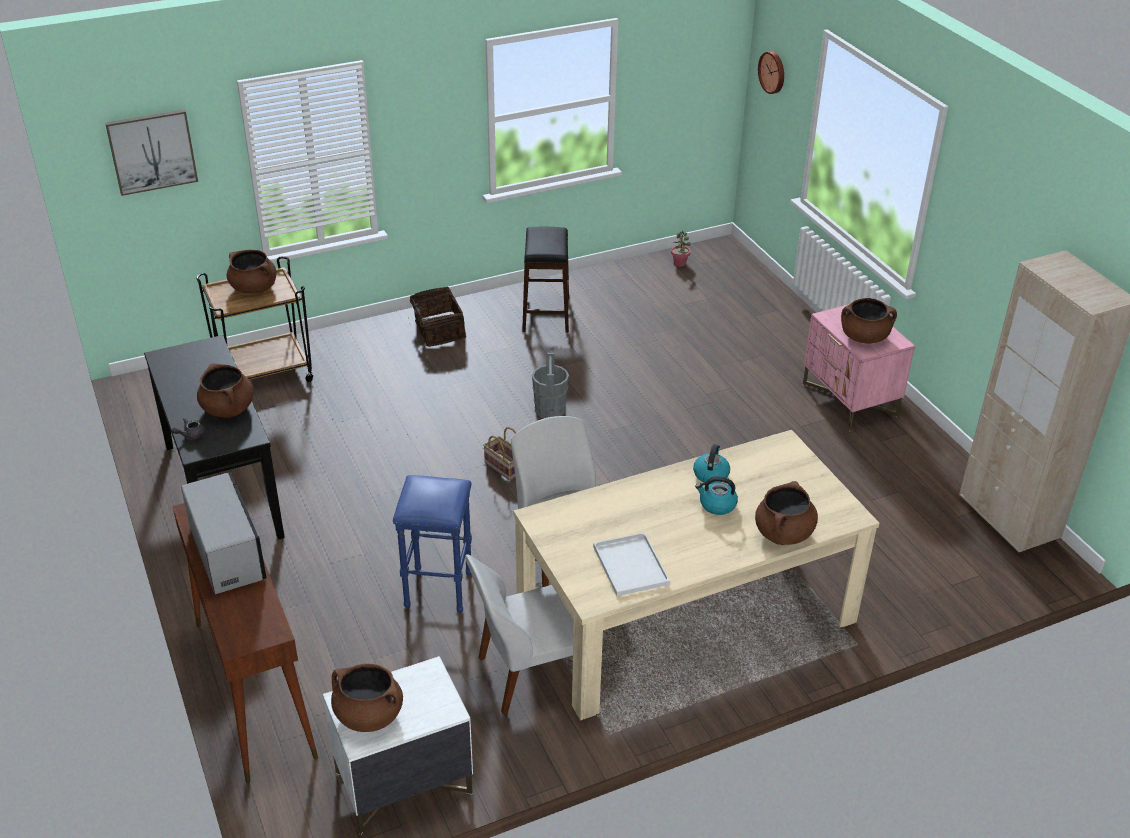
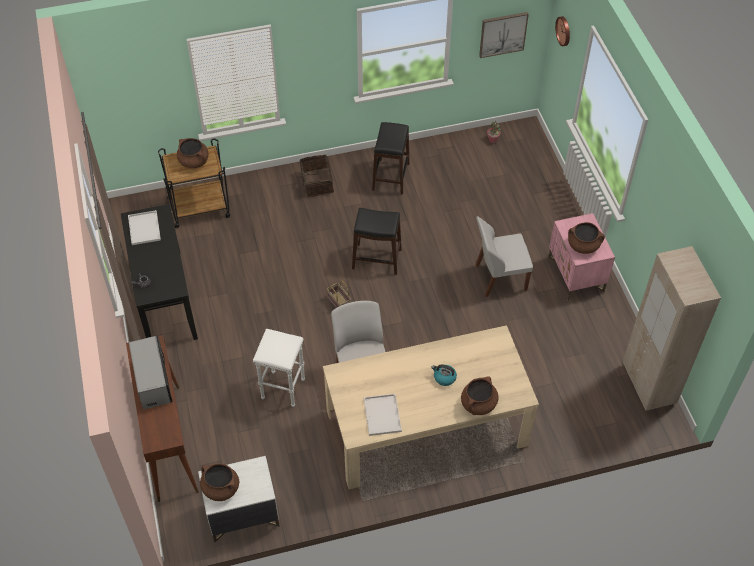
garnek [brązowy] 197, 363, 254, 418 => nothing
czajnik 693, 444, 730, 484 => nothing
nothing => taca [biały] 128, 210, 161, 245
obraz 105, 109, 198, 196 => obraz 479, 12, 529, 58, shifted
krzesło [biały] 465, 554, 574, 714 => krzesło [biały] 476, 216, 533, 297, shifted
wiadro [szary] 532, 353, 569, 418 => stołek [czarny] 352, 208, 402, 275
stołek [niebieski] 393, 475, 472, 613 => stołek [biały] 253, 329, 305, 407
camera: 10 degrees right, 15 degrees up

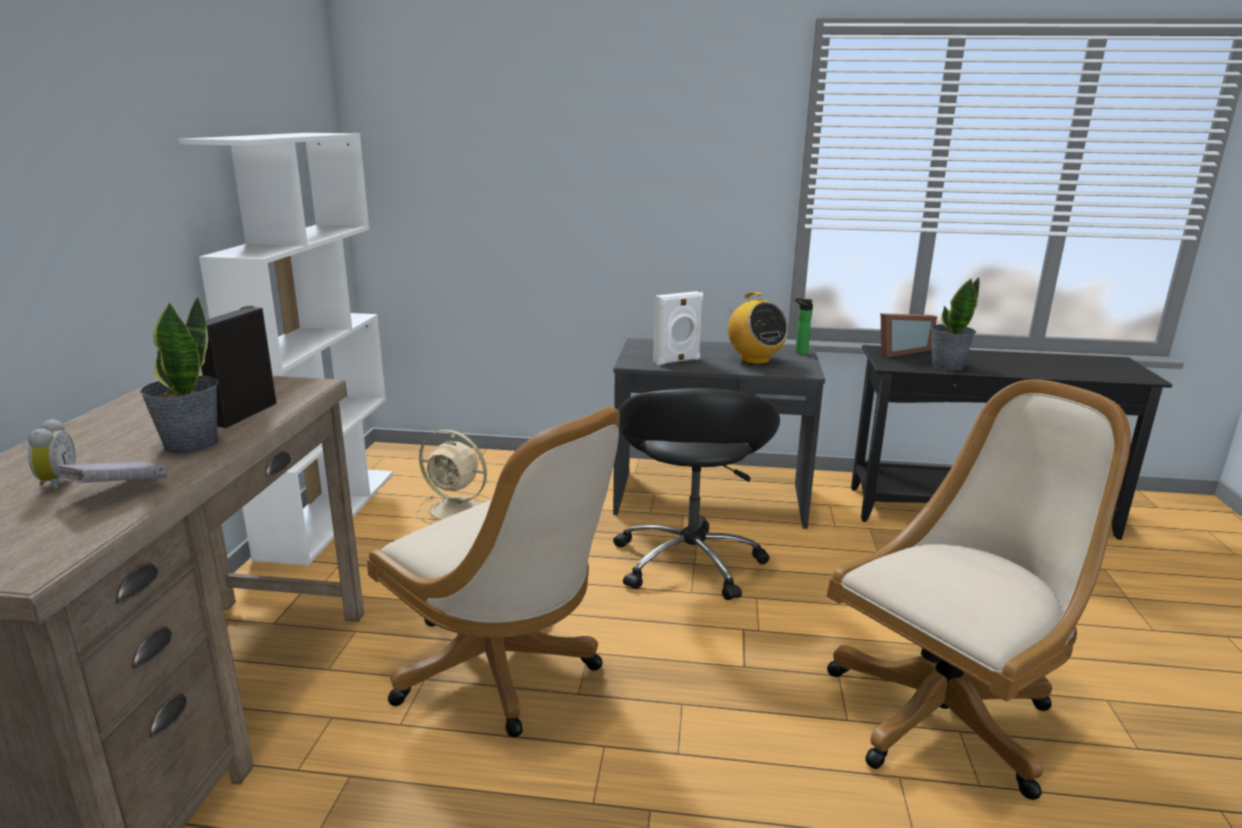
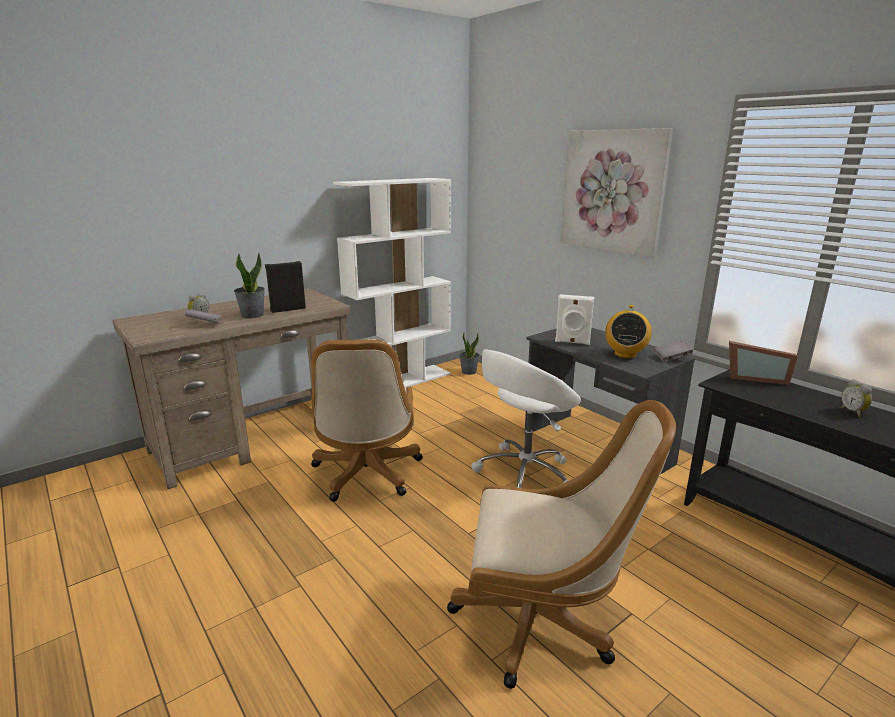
wentylator [beżowy] 417, 429, 491, 524 => nothing
nothing => obraz 561, 128, 673, 258
nothing => budzik 841, 379, 872, 417
roślina doniczkowa 931, 277, 980, 370 => roślina doniczkowa 459, 333, 480, 375, shifted
butelka 795, 298, 813, 354 => książka [szary] 655, 340, 694, 362
krzesło biurowe [czarny] 613, 388, 780, 600 => krzesło biurowe [biały] 471, 349, 581, 488
camera: 45 degrees right, 0 degrees up

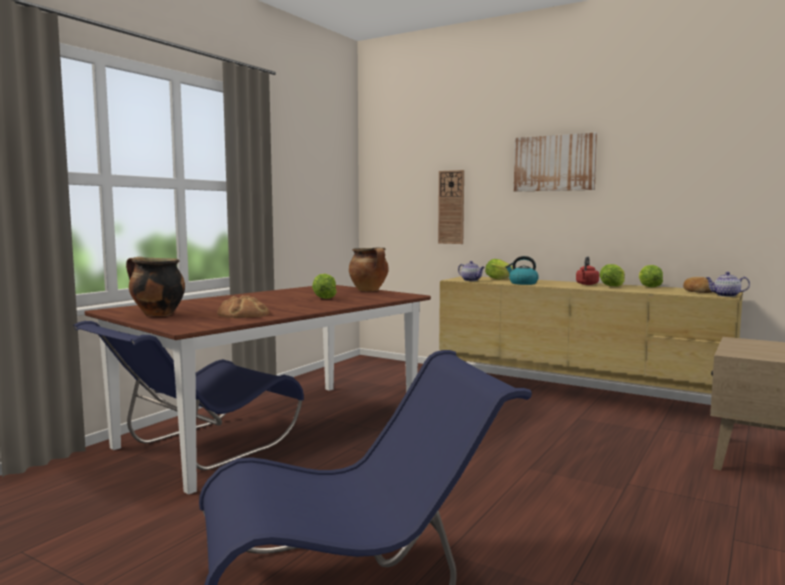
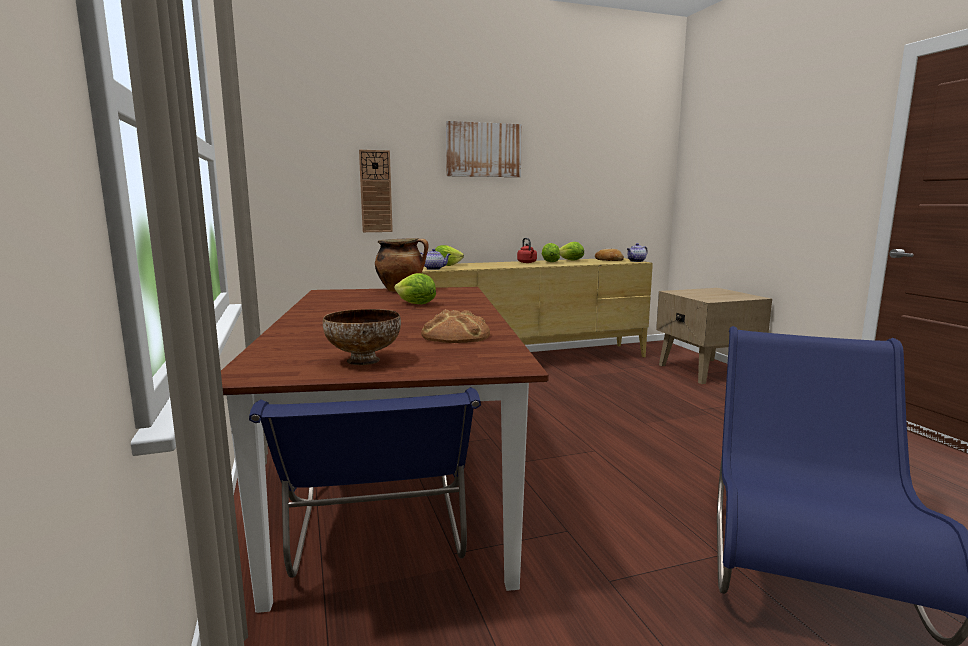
czajnik 505, 256, 539, 285 => nothing
garnek 126, 257, 185, 316 => miska 323, 309, 401, 365
camera: 50 degrees left, 5 degrees up

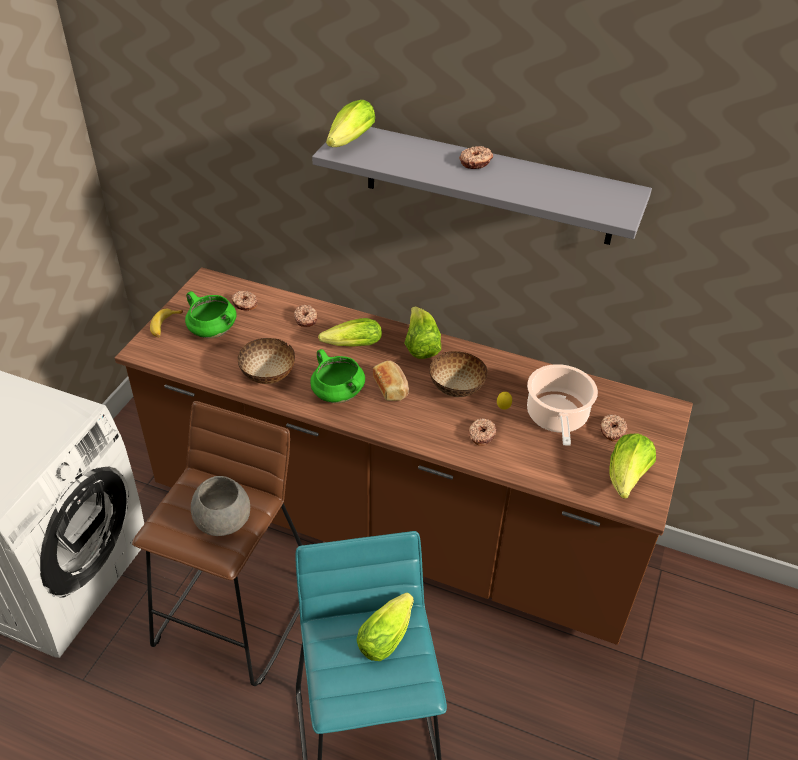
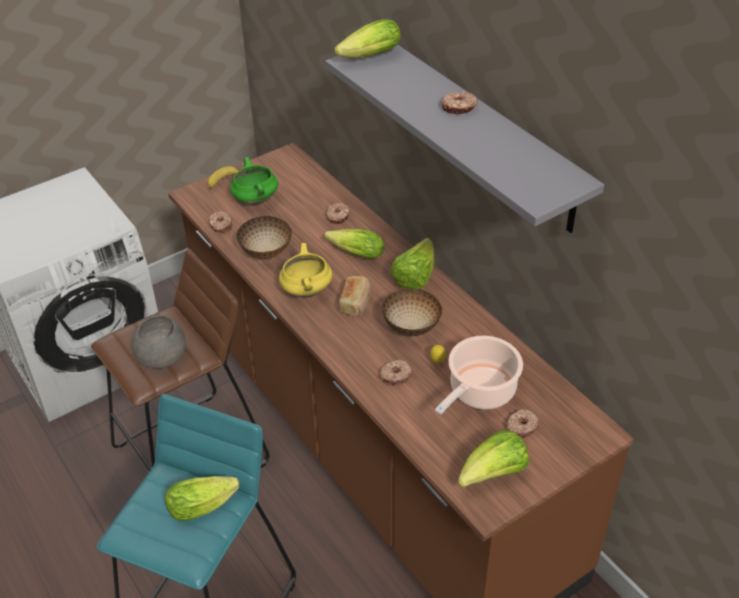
donut 231, 291, 257, 311 => donut 209, 211, 232, 233, shifted
garnek [zielony] 310, 349, 365, 403 => garnek [żółty] 279, 243, 333, 298
camera: 35 degrees right, 0 degrees up

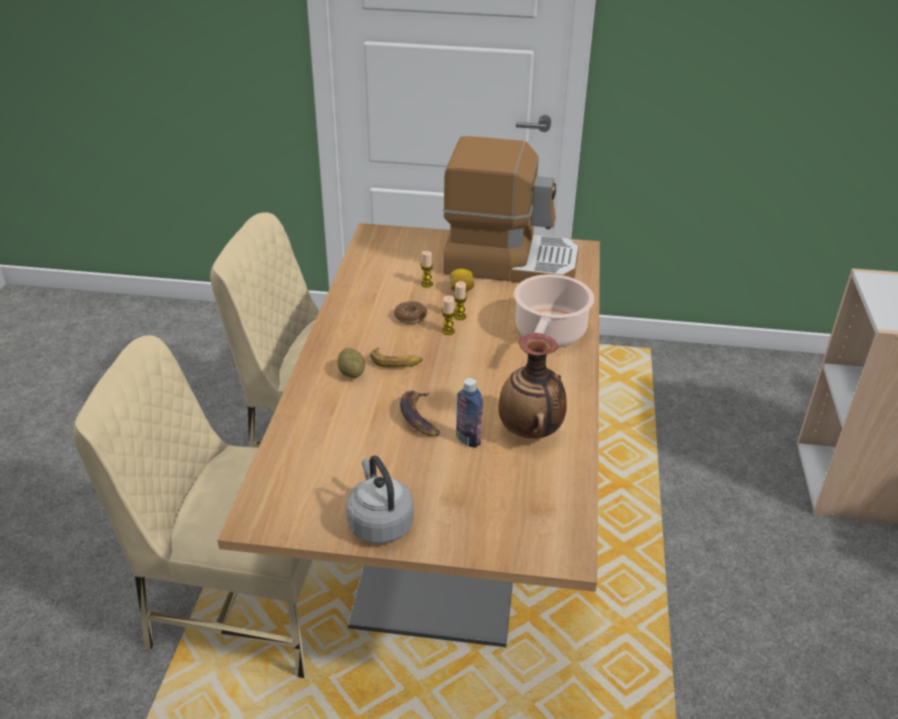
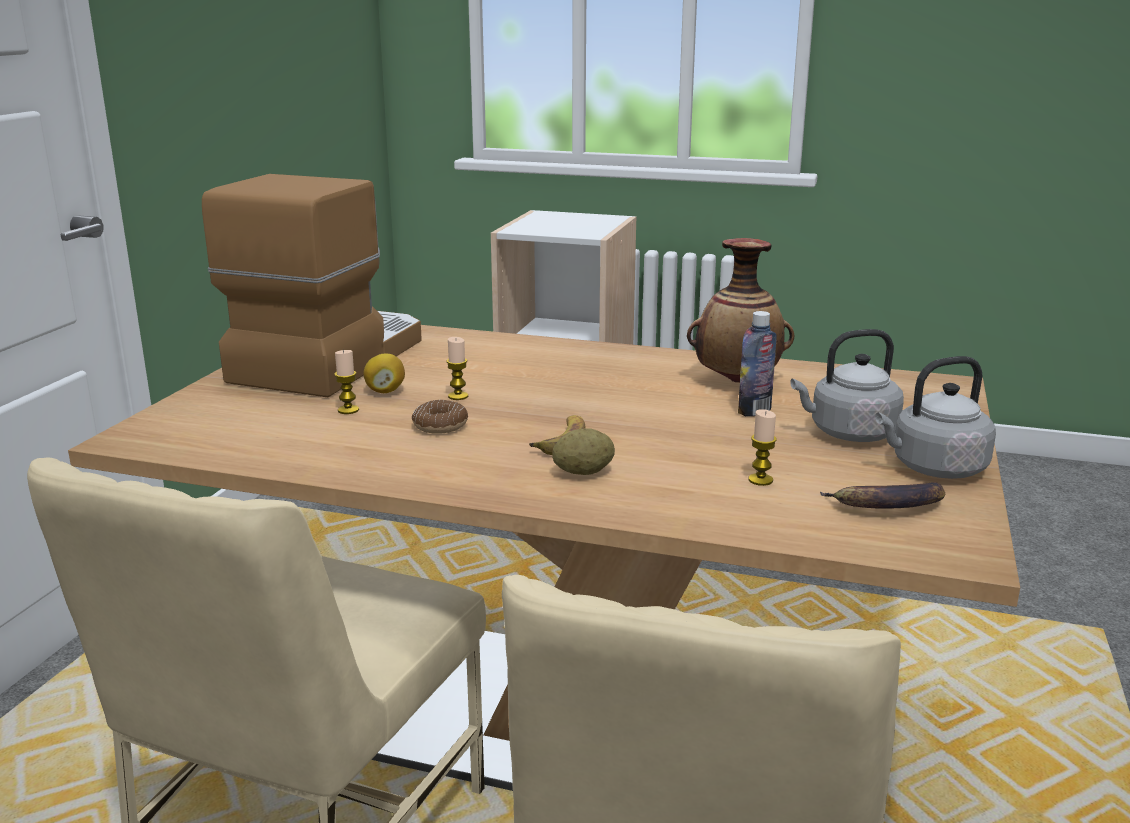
garnek 514, 274, 594, 346 => nothing
nothing => czajnik [szary] 790, 329, 904, 442
banan 400, 390, 440, 436 => banan 820, 482, 945, 509, shifted
świeca 442, 296, 455, 335 => świeca 748, 409, 777, 486, shifted
camera: 80 degrees left, 15 degrees down

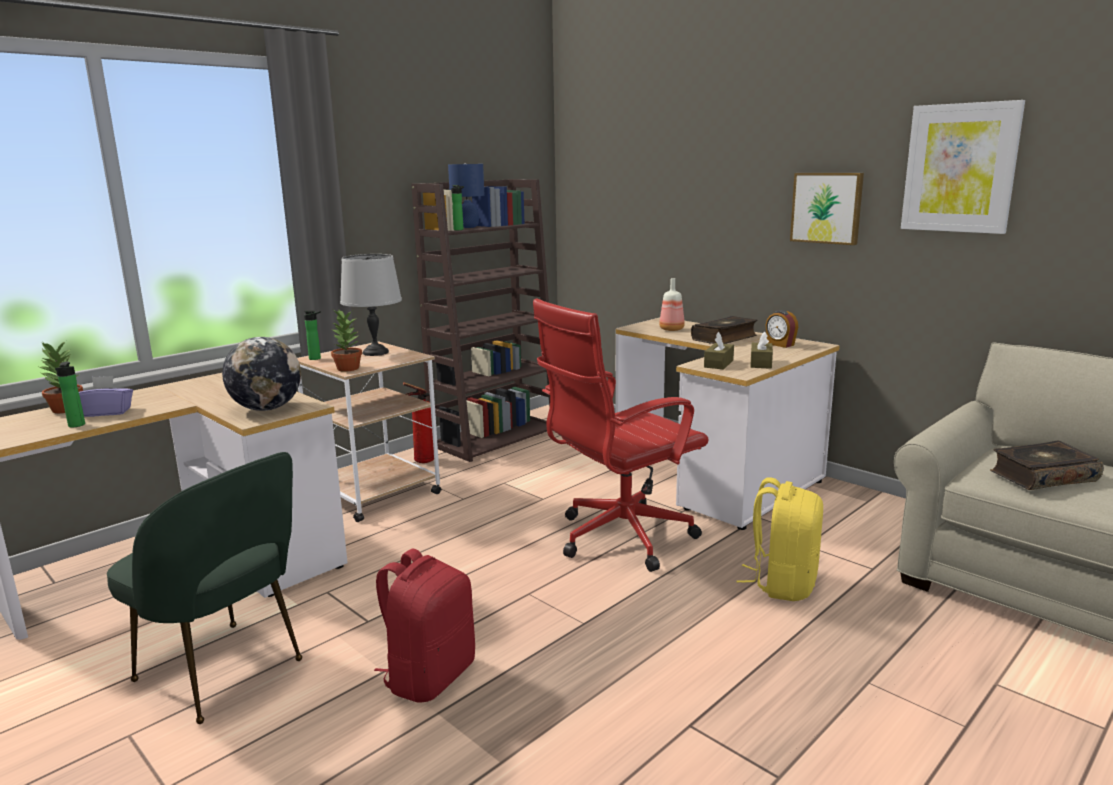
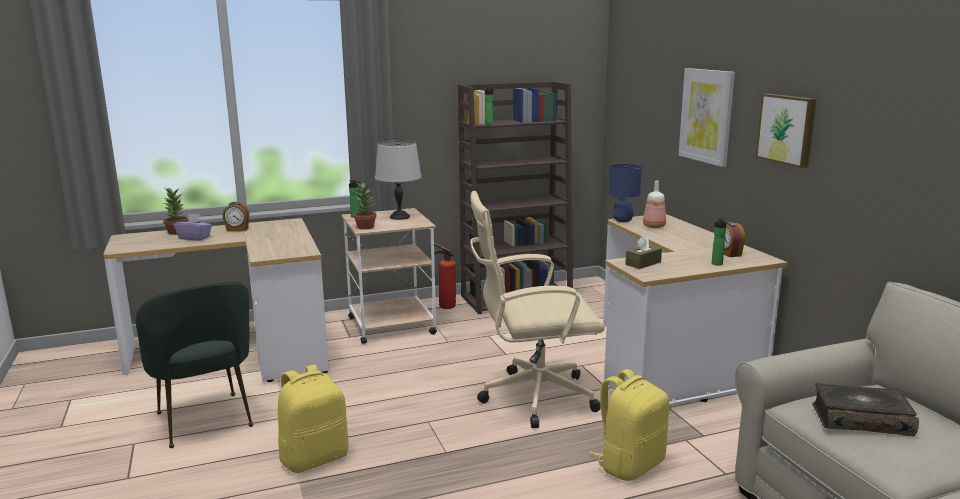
globus 222, 337, 301, 411 => nothing
książka 691, 316, 757, 344 => nothing
pudełko chusteczek [brązowy] 750, 331, 773, 369 => nothing
nothing => budzik 222, 202, 249, 232
butelka 55, 362, 85, 427 => butelka 712, 218, 727, 265, shifted
lampa stołowa [niebieski] 448, 163, 485, 228 => lampa stołowa [niebieski] 609, 164, 642, 222, shifted
obraz 901, 100, 1025, 234 => obraz 679, 68, 735, 167, shifted
plecak [czerwony] 374, 548, 475, 702 => plecak [żółty] 278, 364, 348, 473
krzesło biurowe [czerwony] 533, 299, 709, 572 => krzesło biurowe [beżowy] 470, 191, 605, 428
camera: 25 degrees right, 0 degrees up

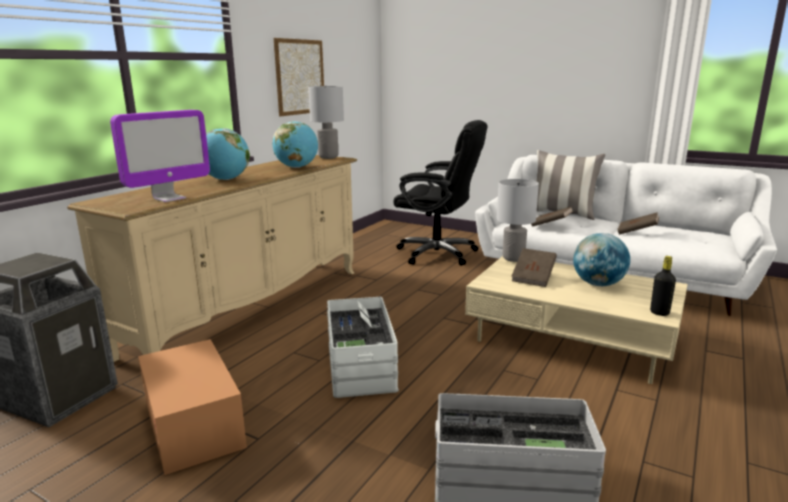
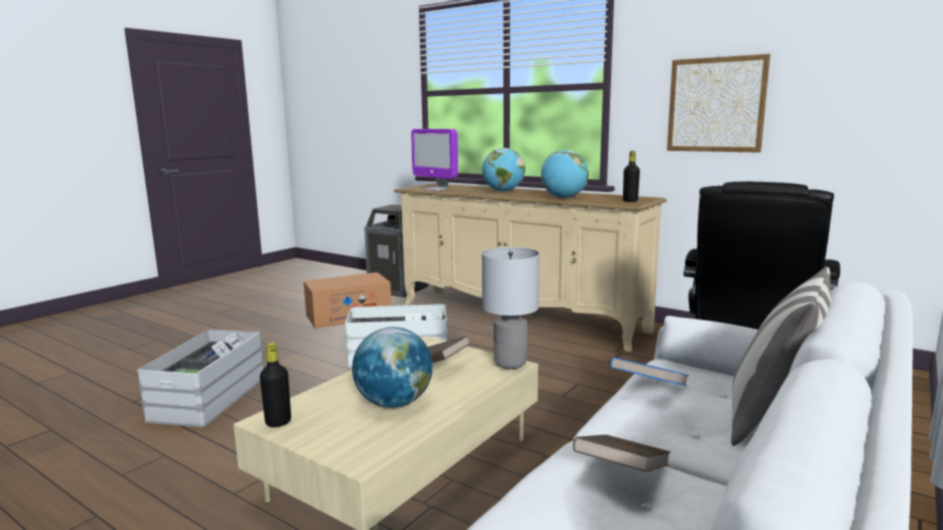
lampa stołowa [szary] 308, 85, 344, 159 => butelka [czarny] 623, 151, 640, 202
książka [brązowy] 531, 206, 573, 227 => książka [niebieski] 611, 357, 689, 386
camera: 95 degrees right, 5 degrees down

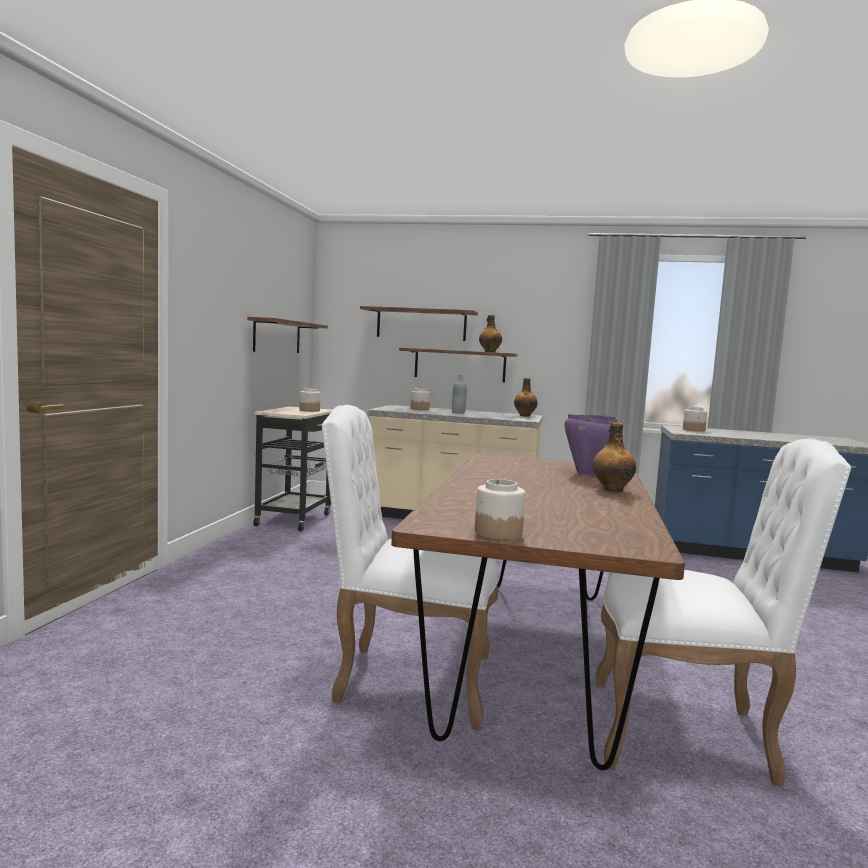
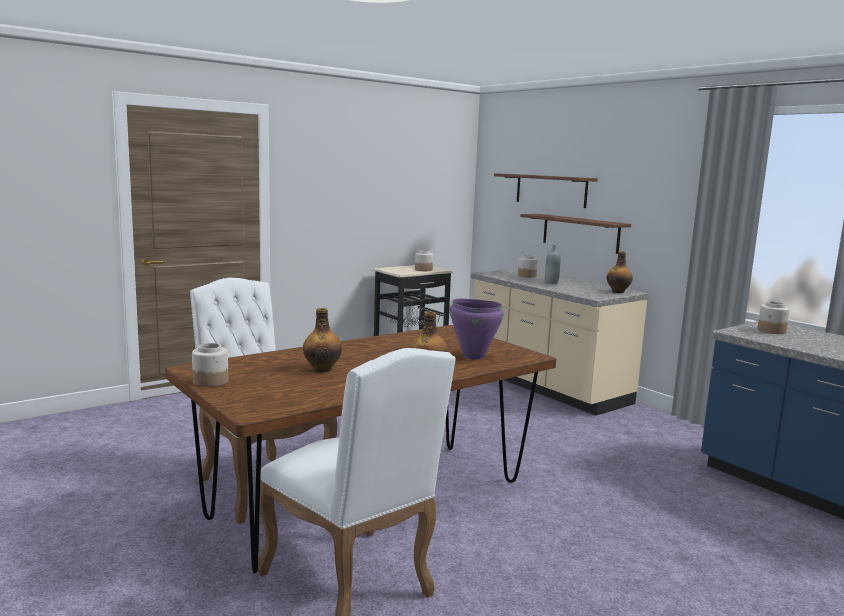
półka [brązowy] 247, 317, 328, 353 => nothing
butelka 479, 315, 502, 352 => butelka 303, 308, 342, 373, shifted
camera: 40 degrees right, 5 degrees up

